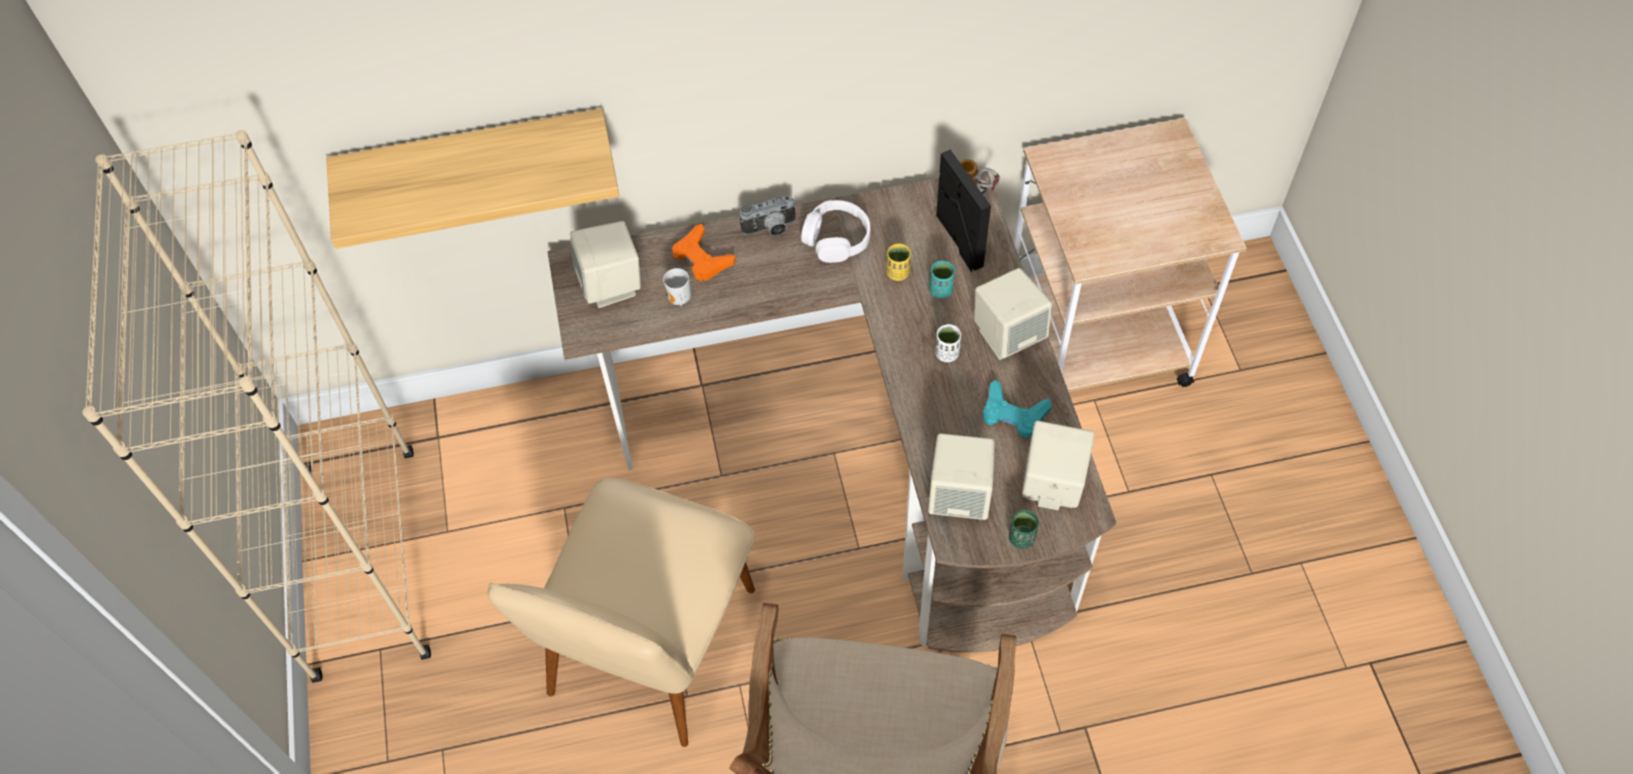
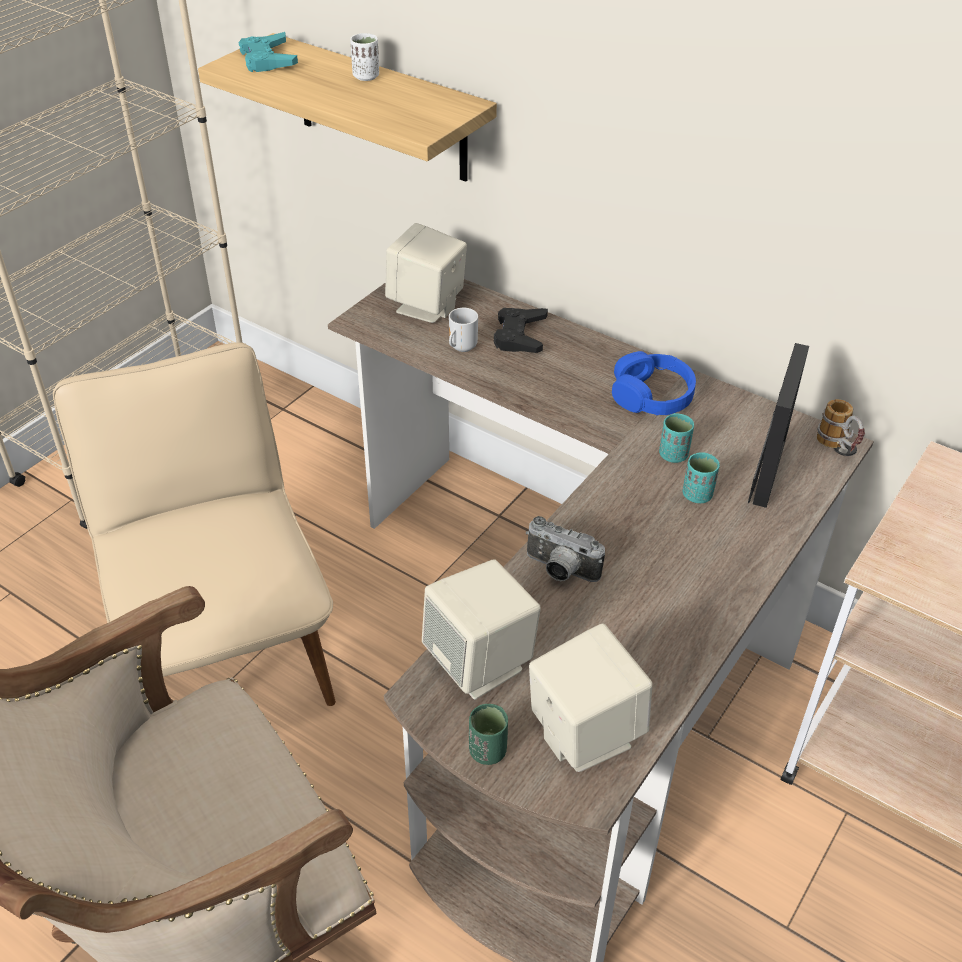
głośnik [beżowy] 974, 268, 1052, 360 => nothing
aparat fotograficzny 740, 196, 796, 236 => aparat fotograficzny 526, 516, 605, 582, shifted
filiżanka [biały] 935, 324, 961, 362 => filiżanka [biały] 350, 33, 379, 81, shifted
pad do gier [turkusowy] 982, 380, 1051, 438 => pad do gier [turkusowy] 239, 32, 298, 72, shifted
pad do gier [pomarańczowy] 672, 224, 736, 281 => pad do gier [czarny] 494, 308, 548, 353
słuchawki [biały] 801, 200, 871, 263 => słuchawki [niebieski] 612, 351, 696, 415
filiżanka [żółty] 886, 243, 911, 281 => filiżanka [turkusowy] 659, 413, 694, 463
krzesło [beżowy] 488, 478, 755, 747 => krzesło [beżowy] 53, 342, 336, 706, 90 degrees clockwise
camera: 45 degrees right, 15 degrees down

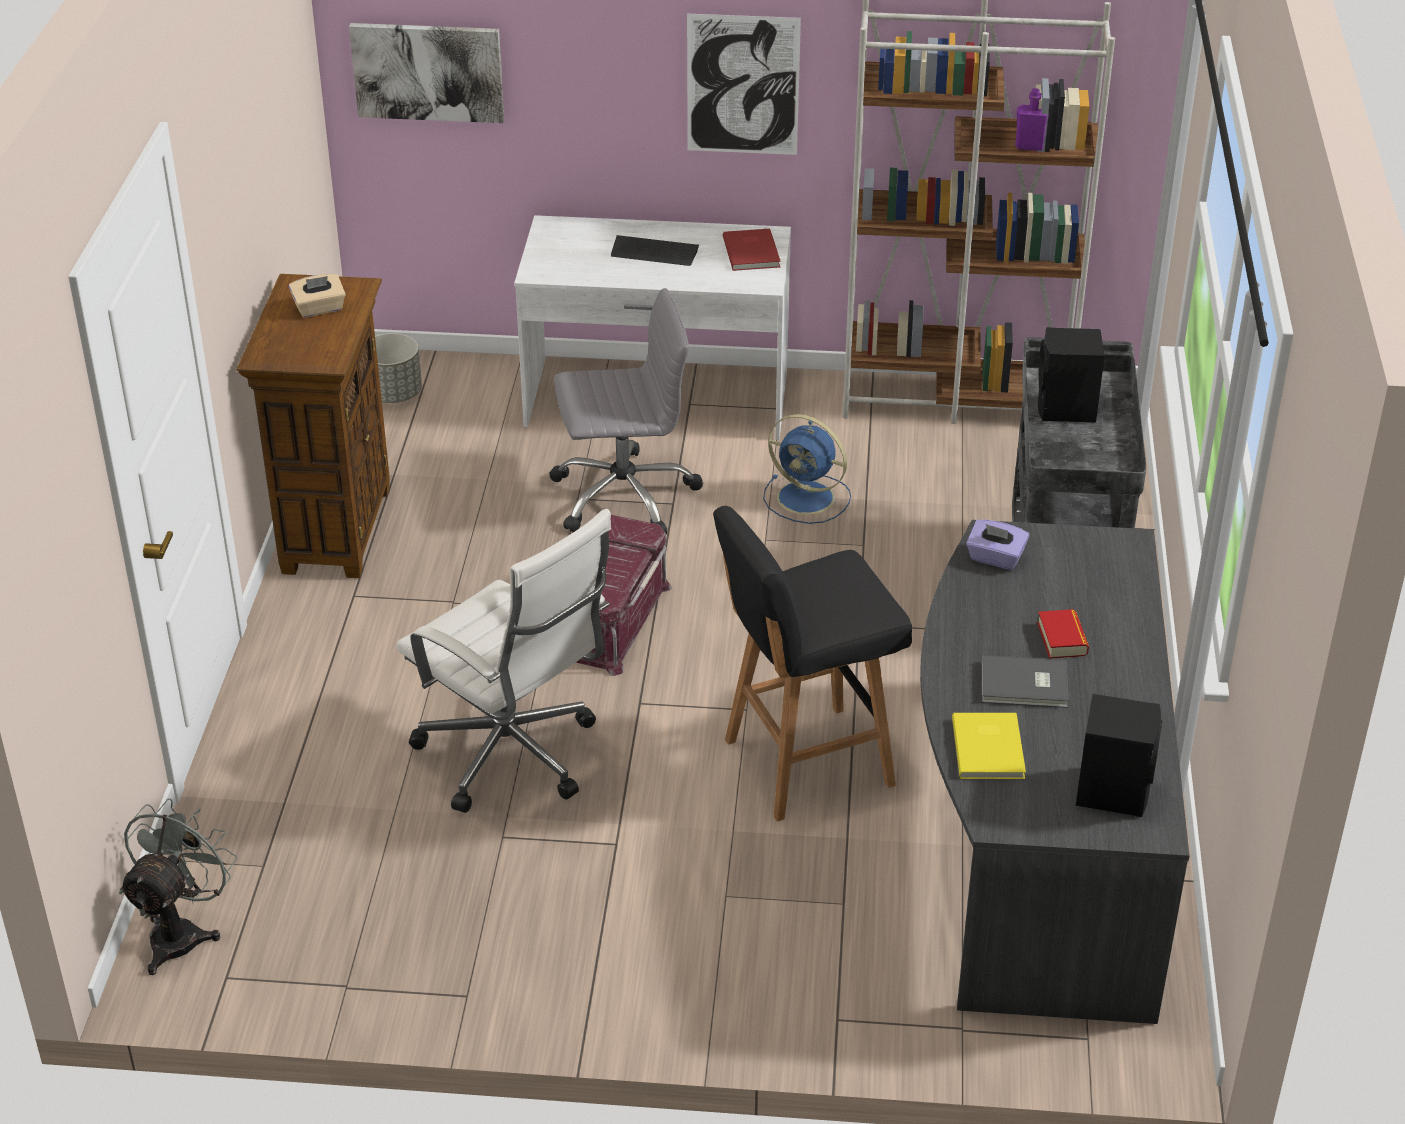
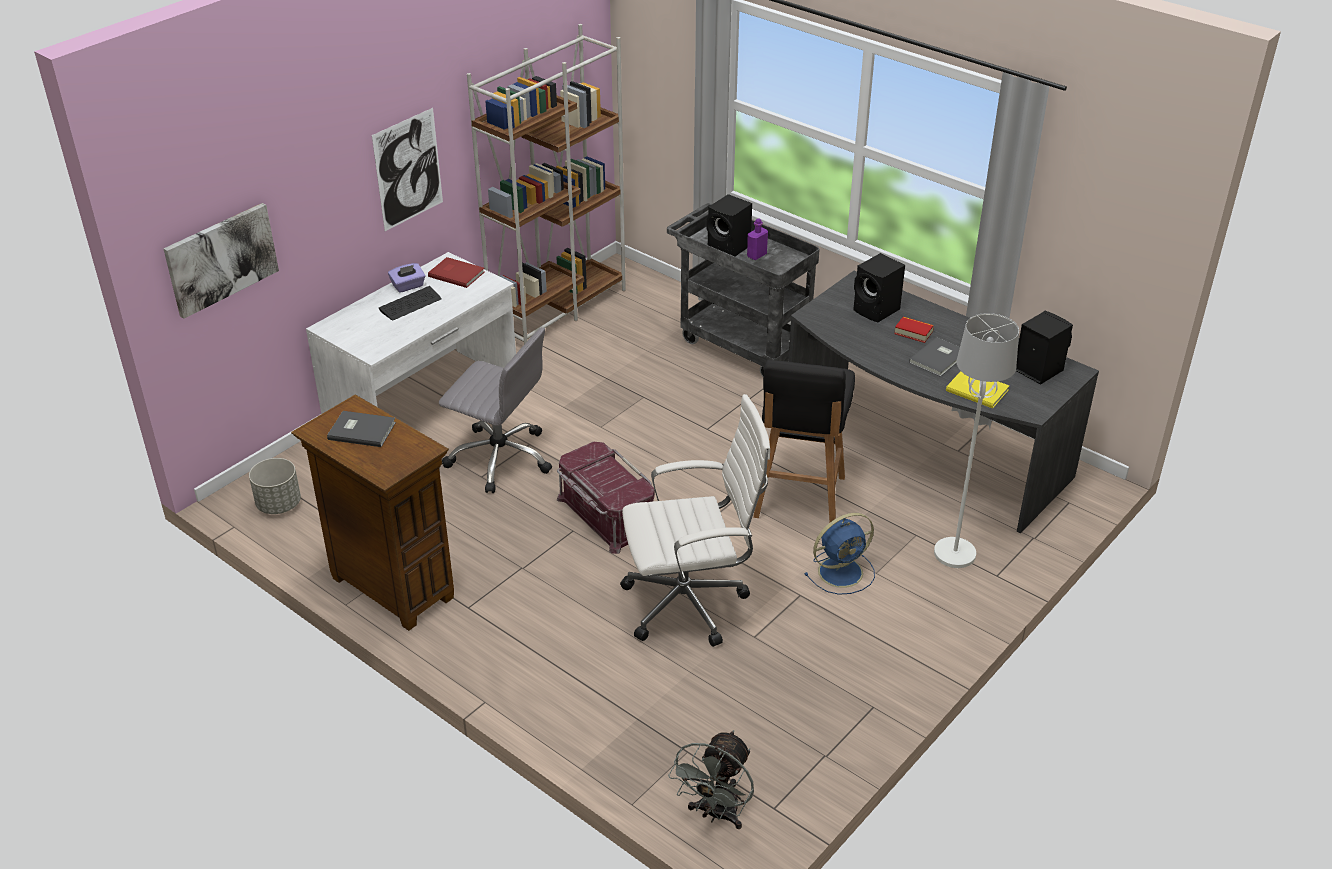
nothing => głośnik [czarny] 853, 253, 905, 323
nothing => lampa stojąca [biały] 934, 313, 1019, 568
wentylator [niebieski] 763, 414, 851, 524 => wentylator [niebieski] 804, 513, 875, 595, shifted
pudełko chusteczek [fioletowy] 966, 520, 1029, 570 => pudełko chusteczek [fioletowy] 388, 263, 425, 293, shifted
butelka [fioletowy] 1015, 88, 1049, 151 => butelka [fioletowy] 747, 218, 768, 260, shifted
pudełko chusteczek [beżowy] 289, 274, 346, 318 => książka [szary] 327, 411, 396, 447
wentylator [szary] 119, 798, 238, 975 => wentylator [szary] 668, 730, 754, 829, 120 degrees counterclockwise
krzesło biurowe [szary] 549, 288, 703, 534 => krzesło biurowe [szary] 439, 328, 552, 493, 90 degrees clockwise
camera: 55 degrees left, 0 degrees up

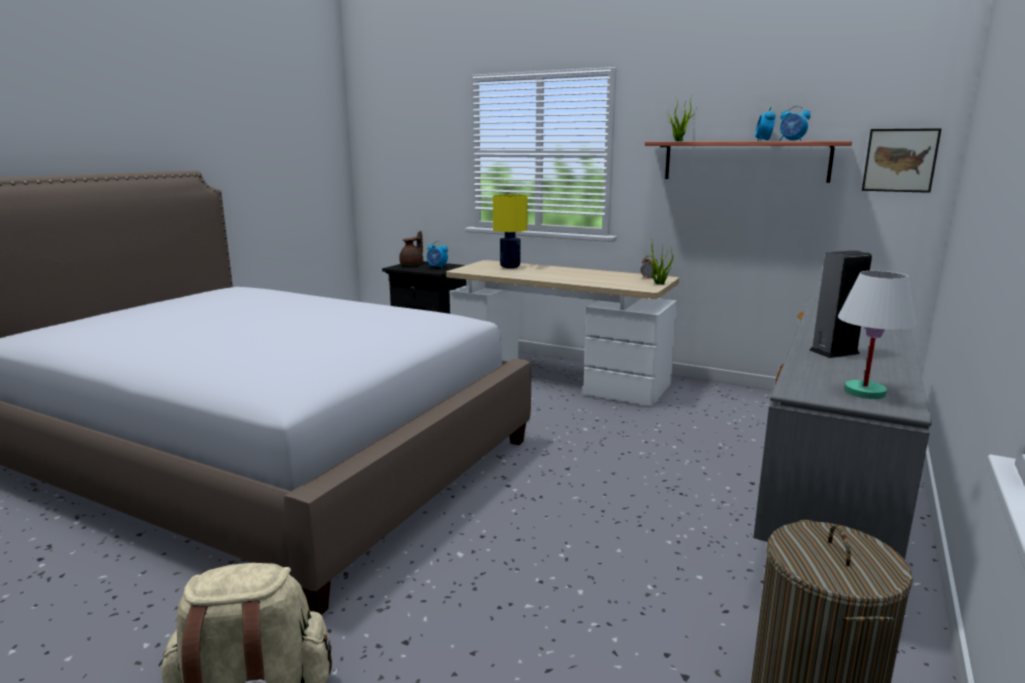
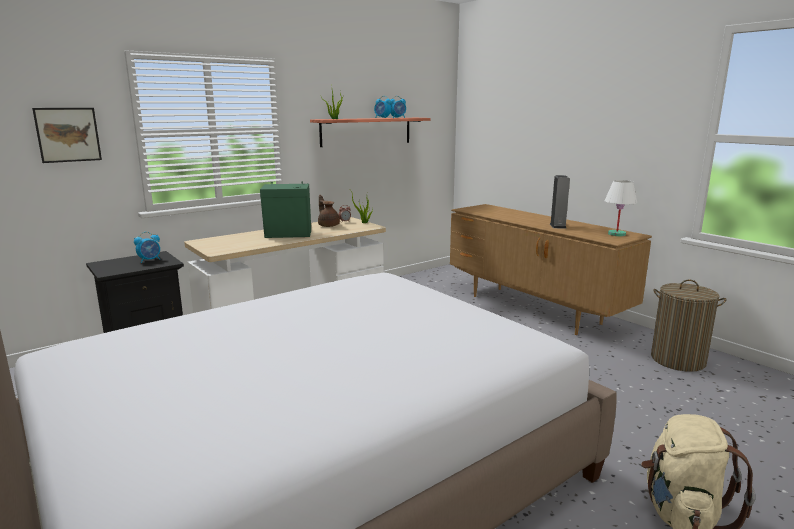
lampa stołowa [żółty] 493, 194, 528, 268 => nothing
nothing => głośnik [zielony] 260, 182, 311, 238
imbryk [brązowy] 399, 231, 423, 266 => imbryk [brązowy] 318, 195, 340, 227, shifted
obraz 862, 128, 942, 193 => obraz 32, 108, 102, 163, shifted
komoda [szary] 753, 297, 932, 560 => komoda [brązowy] 450, 204, 652, 335
camera: 65 degrees left, 0 degrees up

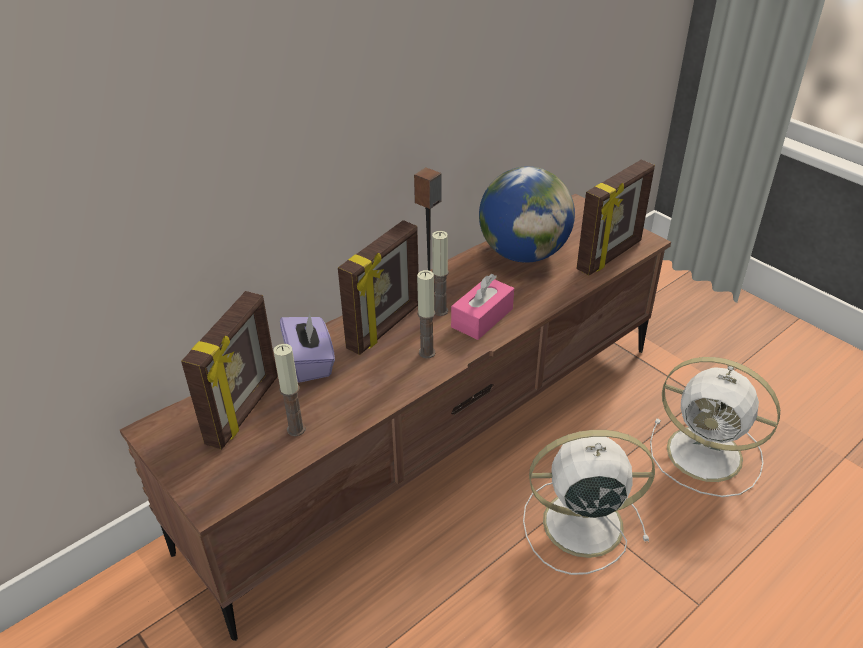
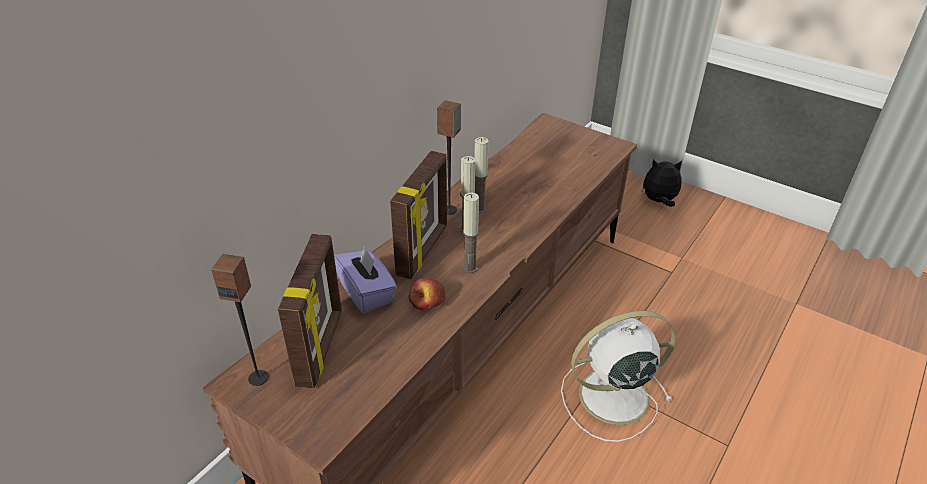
pudełko chusteczek [różowy] 451, 274, 514, 340 => nothing
globus 479, 166, 575, 263 => nothing
ramka na zdjęcie 576, 160, 655, 275 => nothing
wentylator [biały] 650, 357, 780, 497 => nothing
nothing => głośnik 211, 254, 269, 386
nothing => jabłko 409, 278, 446, 311
nothing => pluszak 641, 159, 682, 207
świeca 273, 344, 305, 436 => świeca 474, 137, 489, 213, shifted
camera: 15 degrees left, 0 degrees up

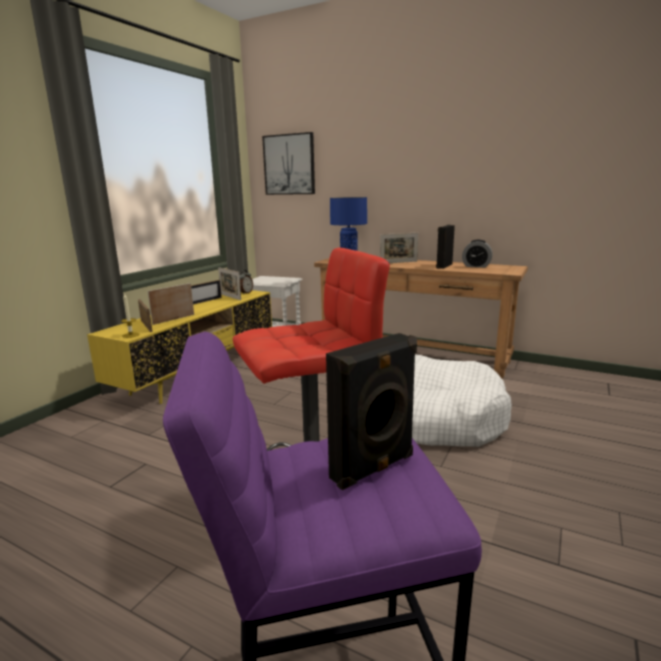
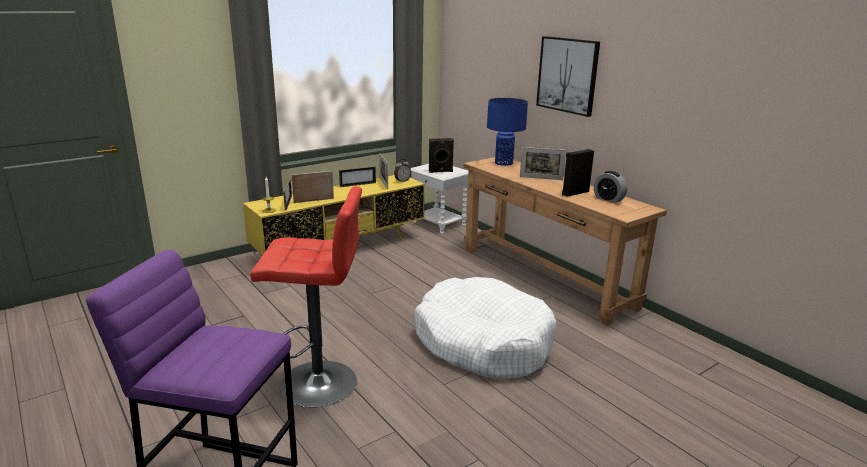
obraz 262, 132, 315, 195 => obraz 536, 36, 600, 117, shifted
głośnik [czarny] 326, 333, 417, 490 => głośnik [czarny] 429, 138, 454, 173, shifted
camera: 25 degrees right, 5 degrees up

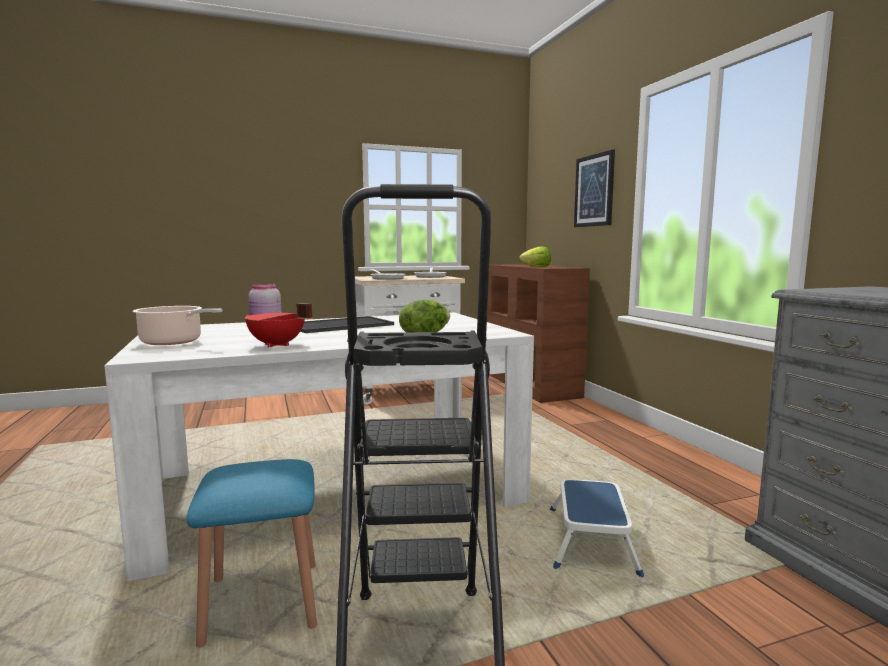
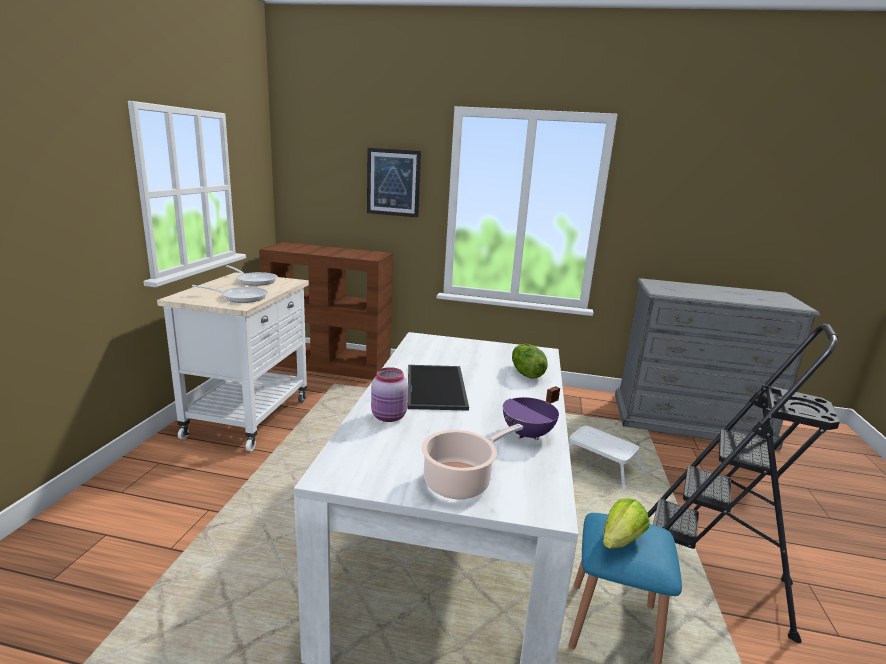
sałata 519, 247, 551, 267 => sałata 603, 498, 649, 549, shifted
garnek [czerwony] 245, 303, 313, 348 => garnek [fioletowy] 503, 386, 560, 440
drabinka [niebieski] 550, 479, 644, 577 => drabinka [biały] 569, 426, 644, 490
camera: 60 degrees left, 10 degrees up

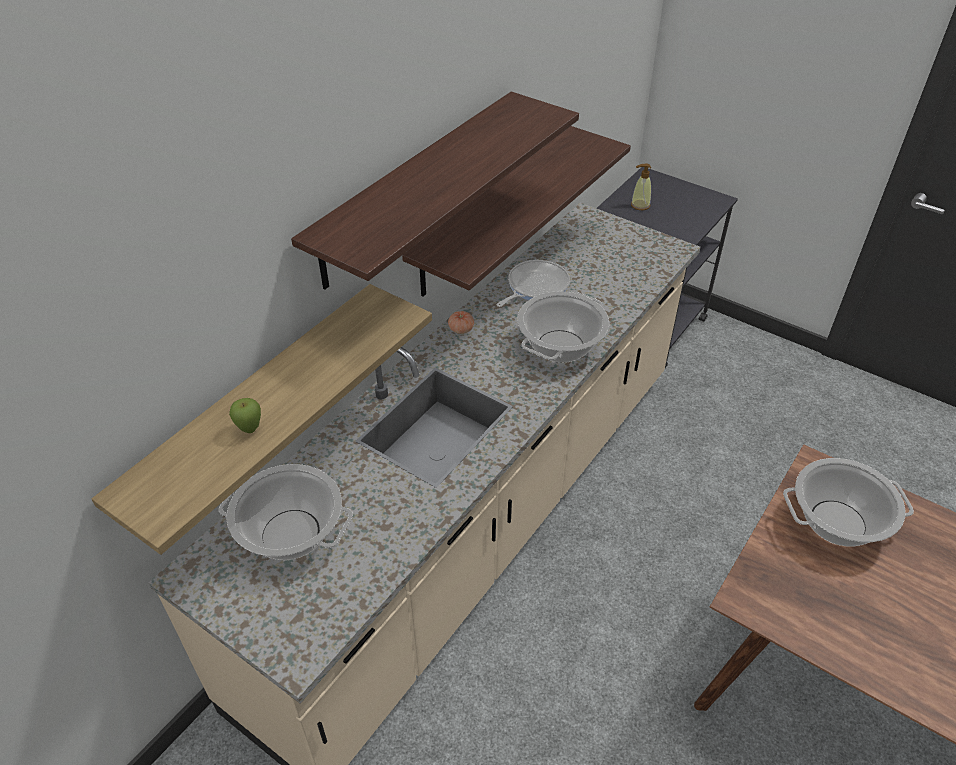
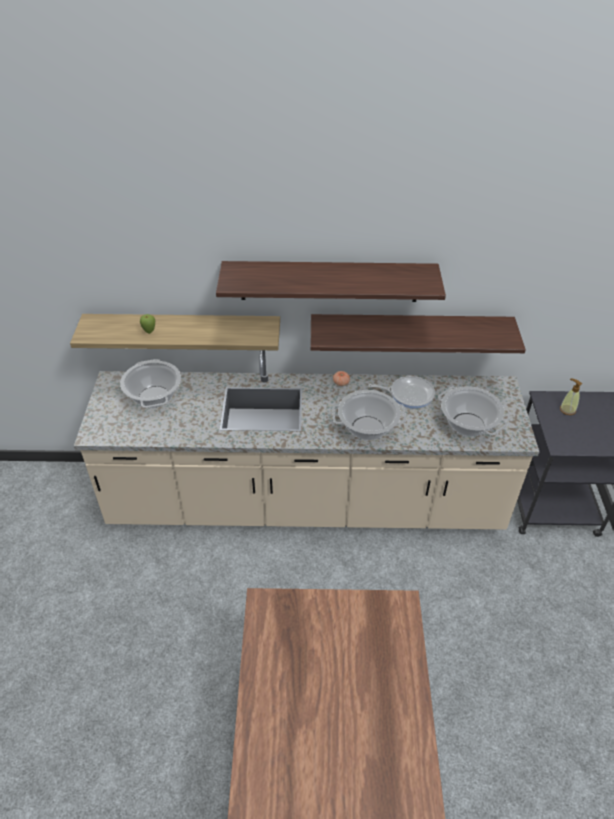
garnek 783, 458, 914, 546 => garnek 438, 387, 507, 437, shifted
camera: 55 degrees right, 0 degrees up

